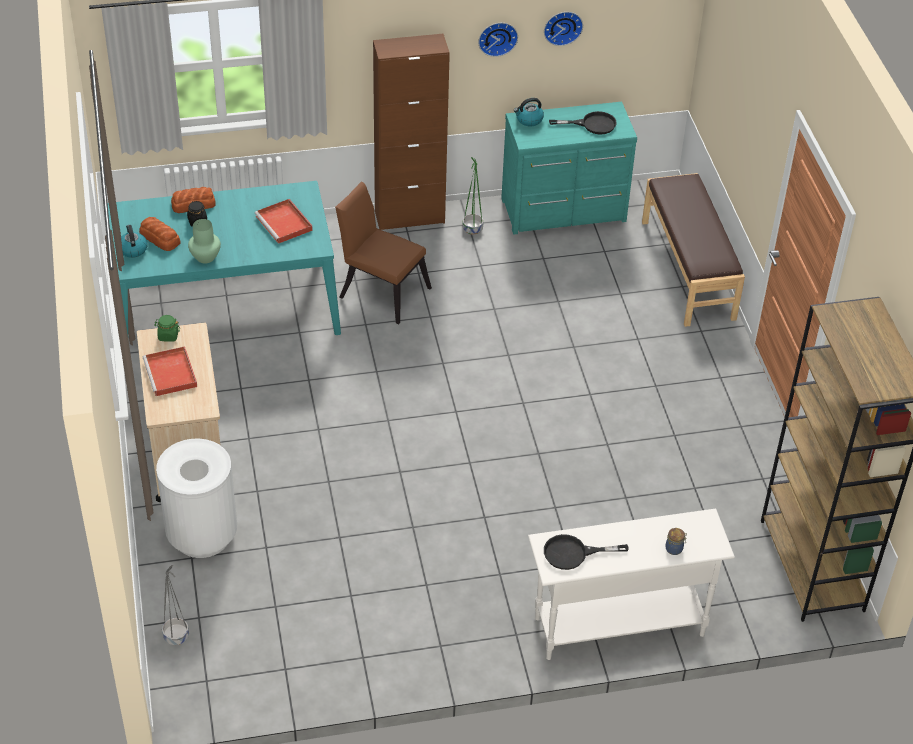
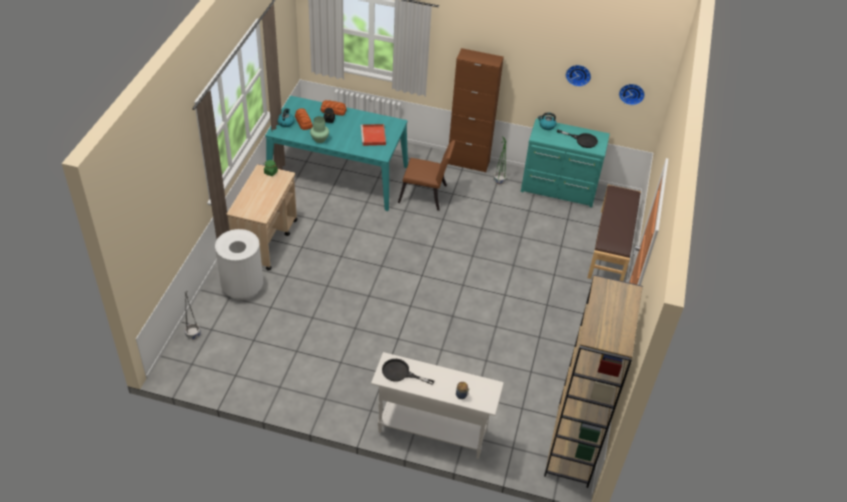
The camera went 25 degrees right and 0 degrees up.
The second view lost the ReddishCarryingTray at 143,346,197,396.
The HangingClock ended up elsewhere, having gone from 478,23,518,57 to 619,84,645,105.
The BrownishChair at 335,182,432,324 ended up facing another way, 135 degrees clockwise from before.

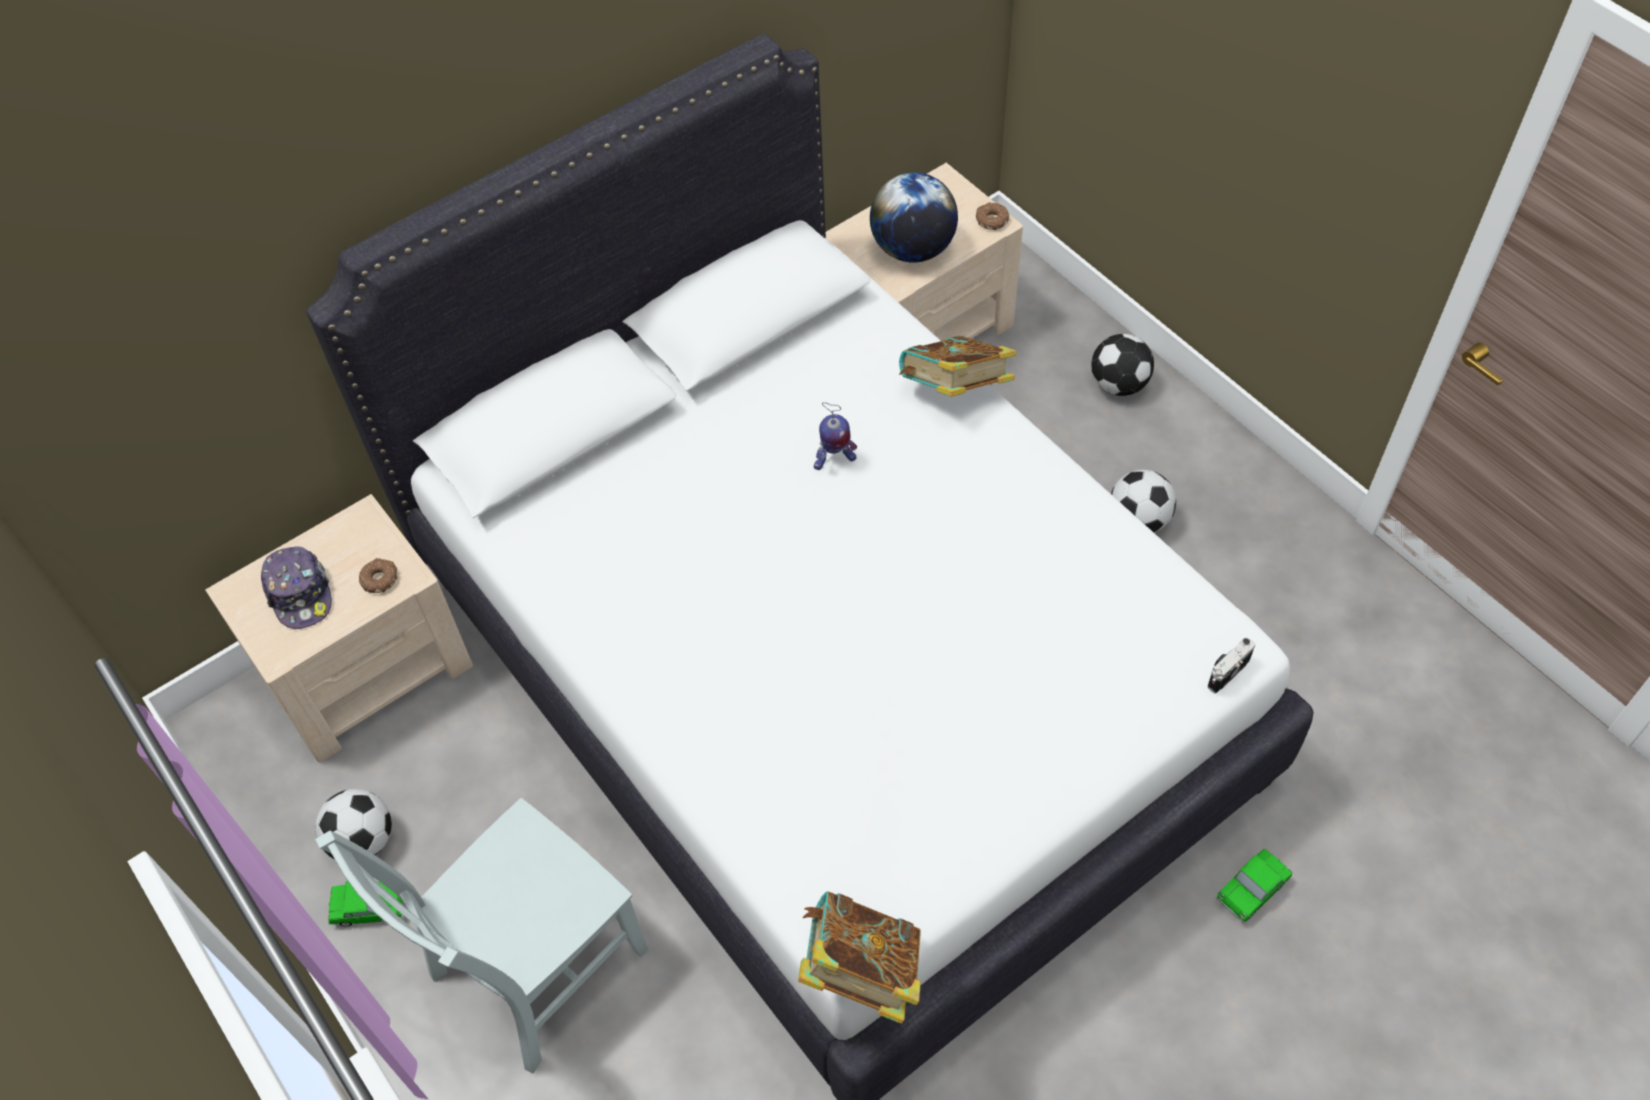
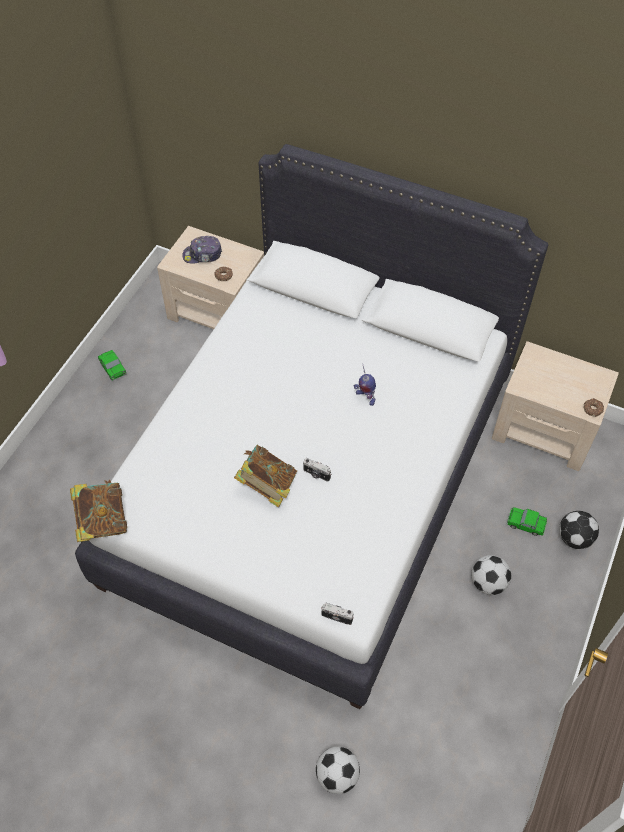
The camera went 60 degrees right and 0 degrees up.
The second view lost the GreyChair at 315,798,648,1074.
The second view lost the WorldGlobe at 870,172,958,263.
The second view gained the StillCamera at 303,458,331,482.
The FootballBall ended up elsewhere, having gone from 315,789,392,859 to 316,747,360,794.
The Volume ended up elsewhere, having gone from 899,336,1017,397 to 234,445,297,507.
The MiniatureCar ended up elsewhere, having gone from 1216,848,1292,923 to 507,507,547,536.
The BaseballCap at 261,546,332,629 ended up facing another way, 45 degrees clockwise from before.

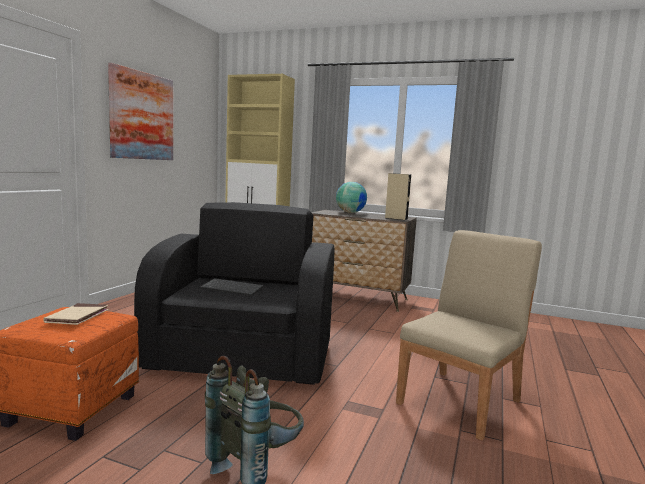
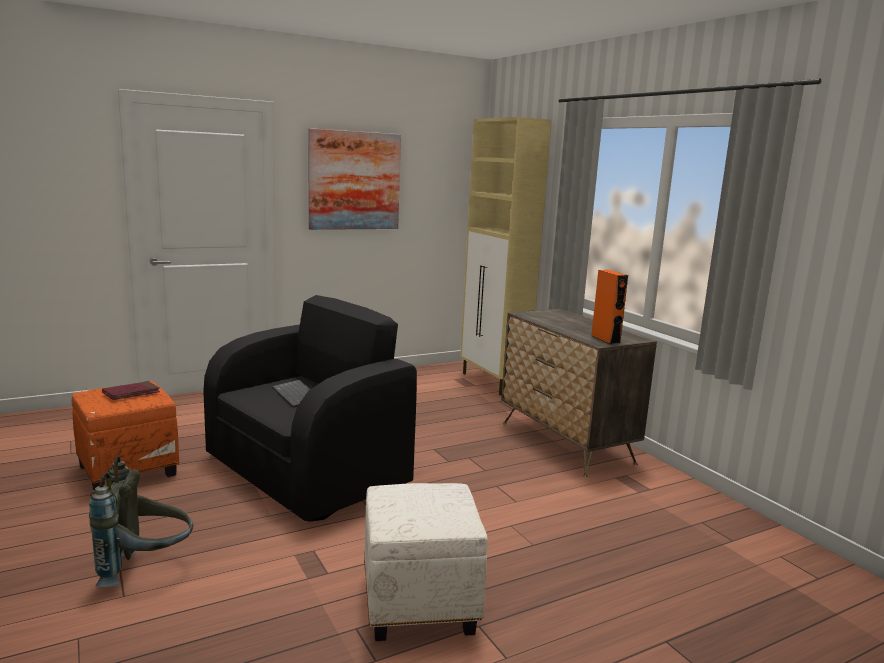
The camera went 40 degrees right and 5 degrees up.
The second view lost the WorldGlobe at 336,182,367,213.
Where the BeigeColouredChair stood at 396,230,542,441, the WhiteColouredOttoman came to stand at 364,483,488,641.
What was the BeigeColouredVolume at 44,303,109,325 turned into the ReddishVolume at 102,381,160,400.
What was the BeigeColouredAudioSpeaker at 385,173,411,220 turned into the OrangeyAudioSpeaker at 591,270,628,344.

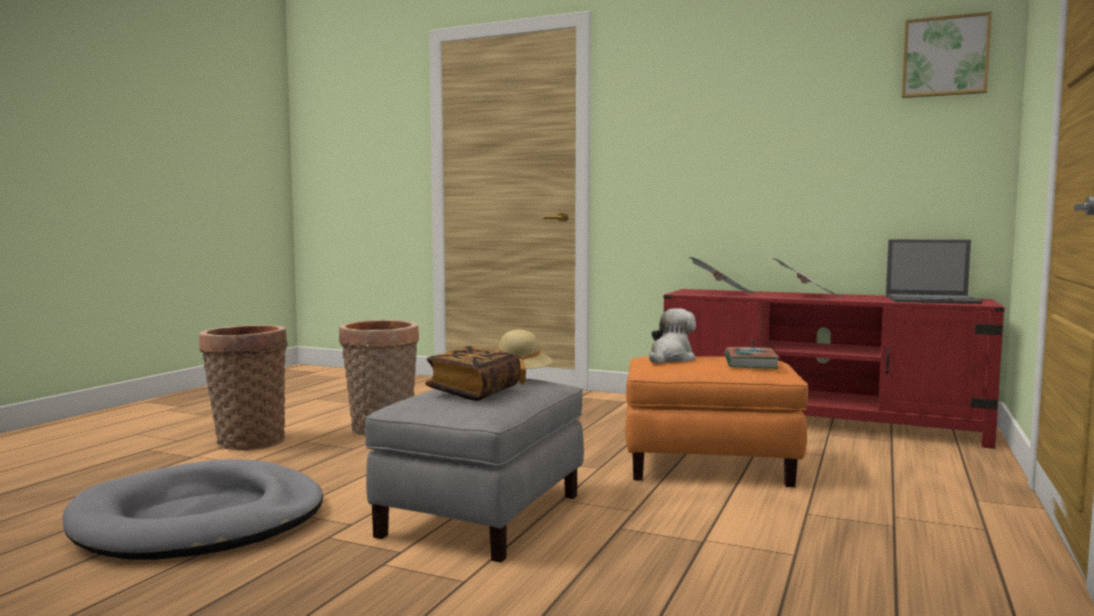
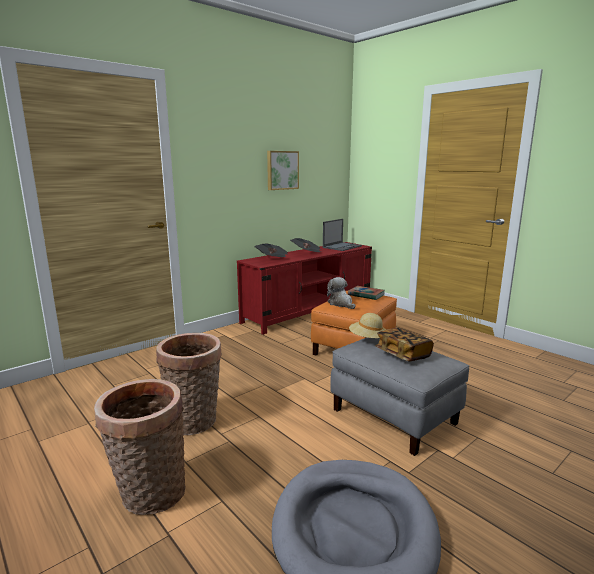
The camera went 65 degrees left and 10 degrees up.
The WallPicture ended up elsewhere, having gone from 902,11,992,98 to 267,151,299,190.

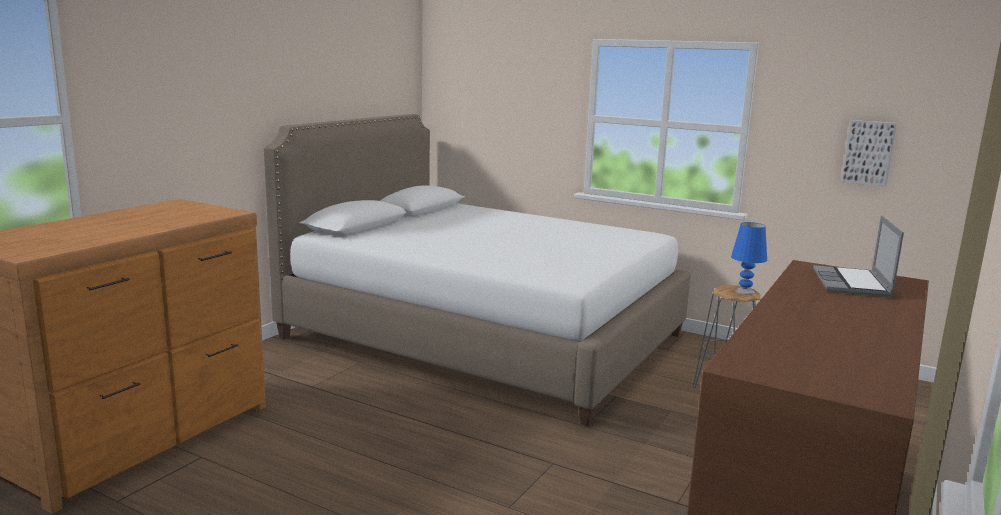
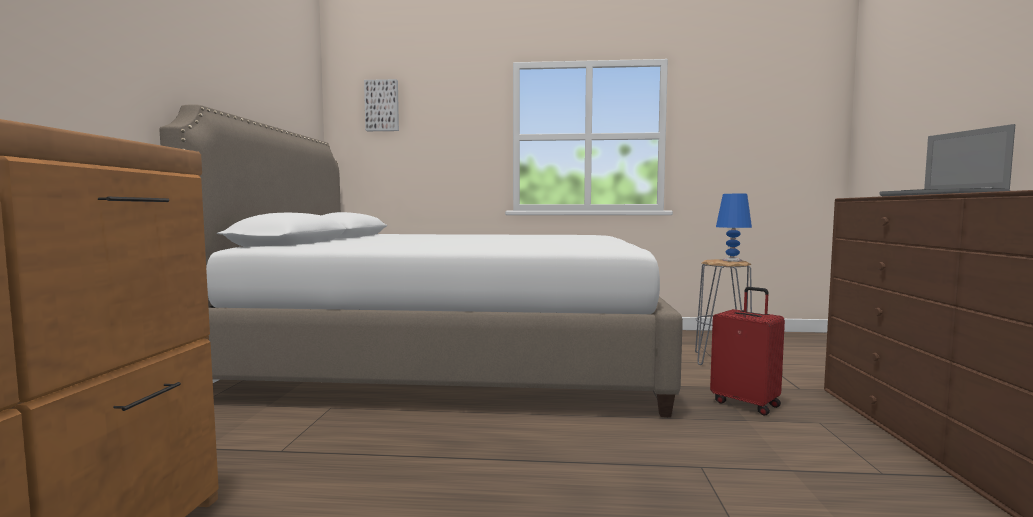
The camera went 25 degrees left and 10 degrees down.
The second view gained the ReddishPieceOfLuggage at 710,287,785,415.
The WallPicture ended up elsewhere, having gone from 842,120,897,187 to 364,79,399,131.

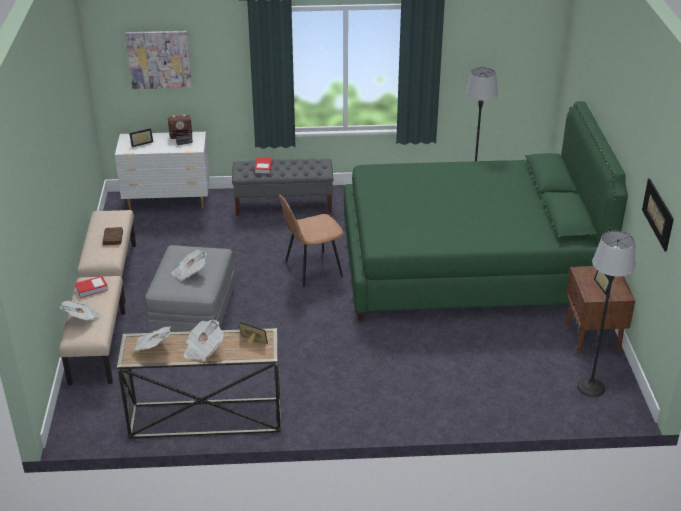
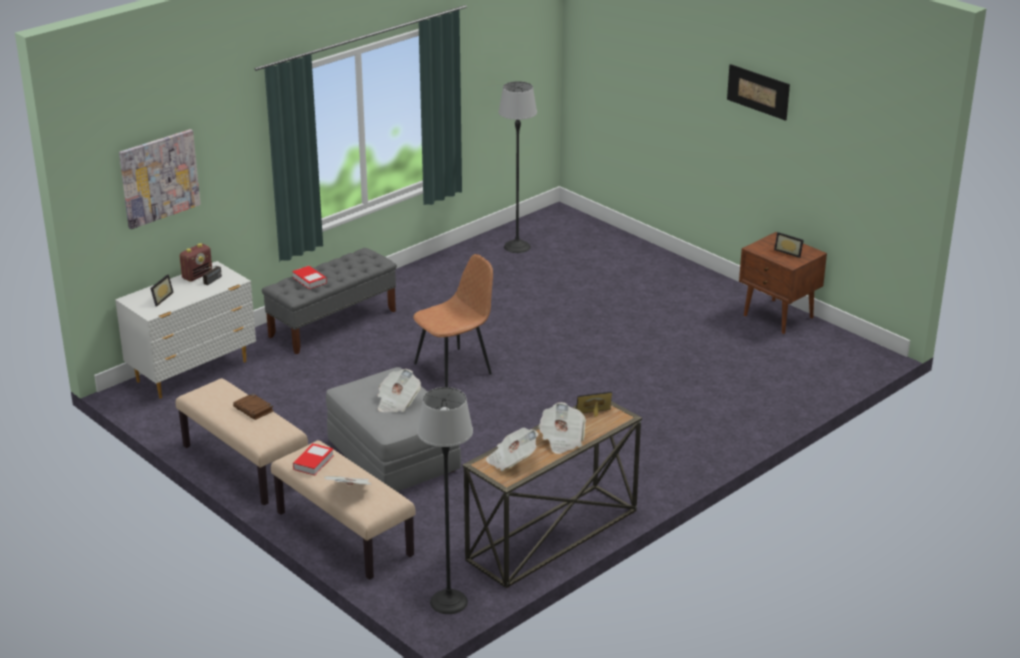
The camera went 40 degrees left and 5 degrees down.
The second view lost the GreenColouredBedroomBed at 344,101,628,321.
The FloorLamp ended up elsewhere, having gone from 577,231,636,397 to 417,387,473,614.
The WallPicture ended up elsewhere, having gone from 642,178,674,252 to 727,64,790,121.
The BrownishChair at 279,194,343,287 ended up facing another way, 150 degrees counterclockwise from before.

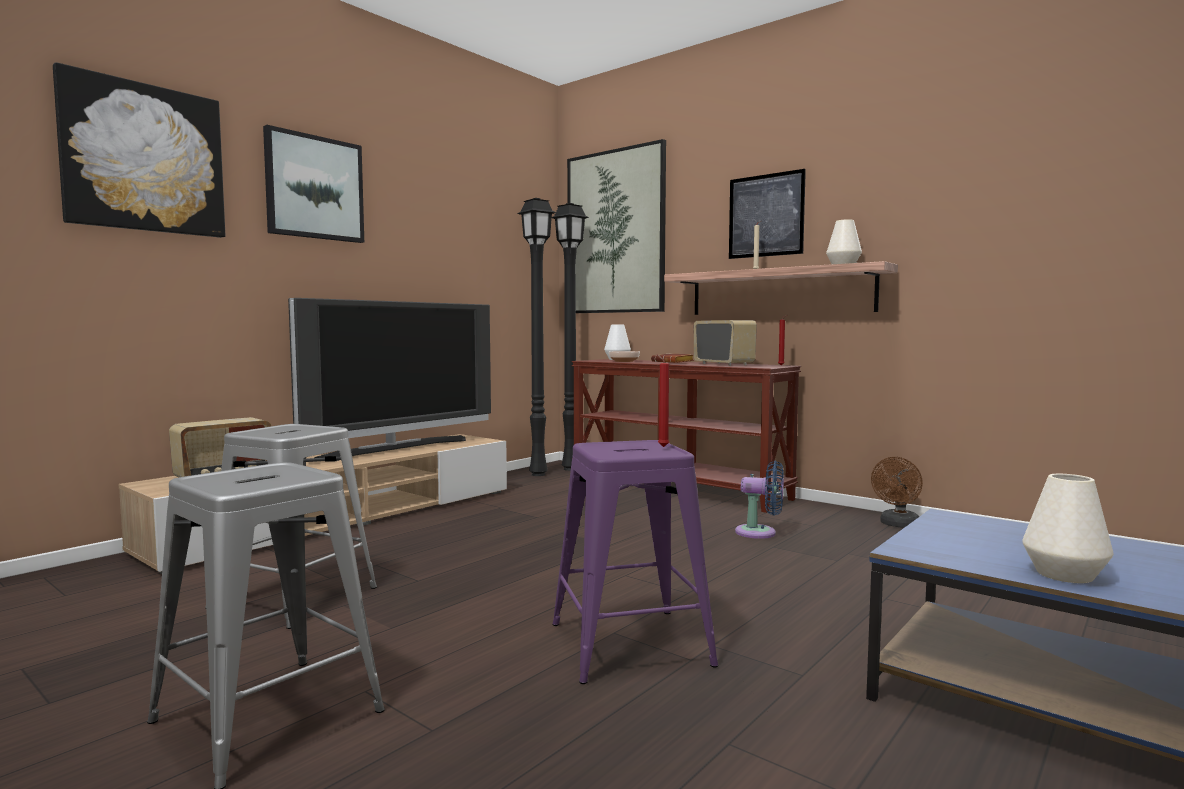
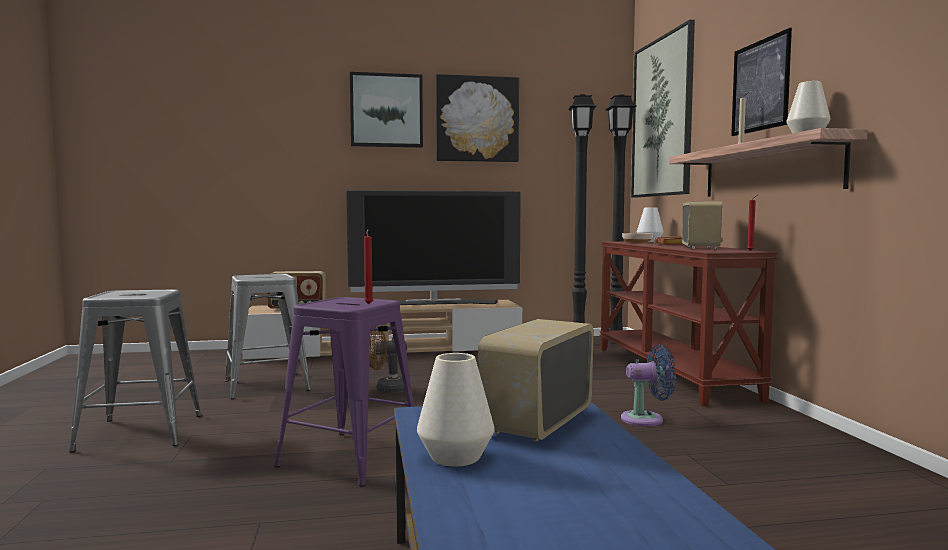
The camera went 40 degrees right and 0 degrees up.
The second view gained the Radio at 478,319,594,441.
The WallPicture ended up elsewhere, having gone from 53,62,225,238 to 436,74,519,162.
The BrownishElectricFan ended up elsewhere, having gone from 871,457,923,528 to 369,326,407,393.
The BlueElectricFan at 735,461,784,539 ended up facing another way, 60 degrees counterclockwise from before.

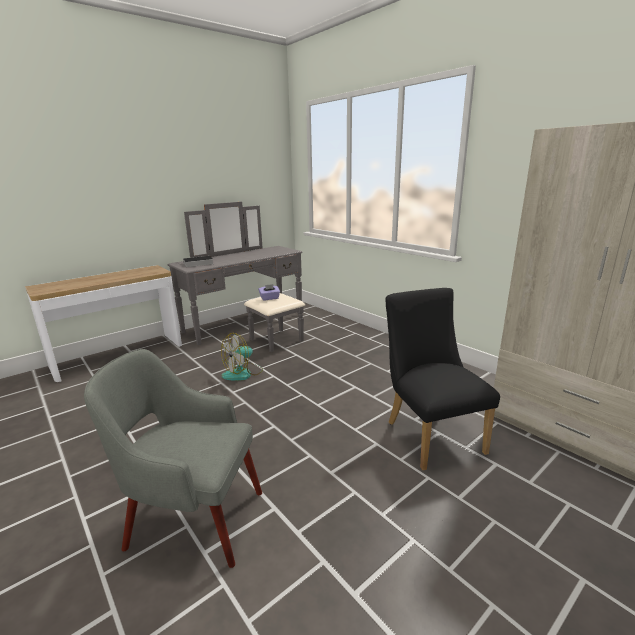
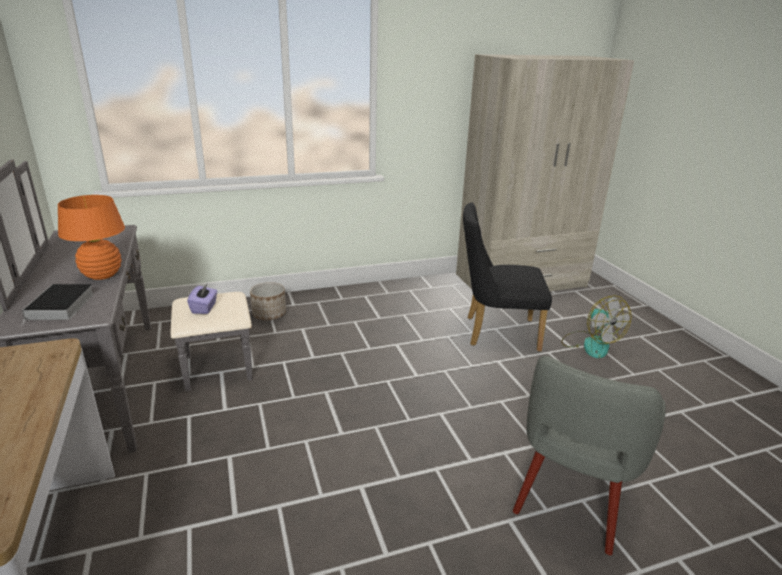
The camera went 70 degrees left and 5 degrees up.
The second view gained the OrangeyTabletopLamp at 58,195,125,280.
The second view gained the FlowerPot at 250,282,286,320.
The ElectricFan ended up elsewhere, having gone from 221,333,263,381 to 561,295,631,358.

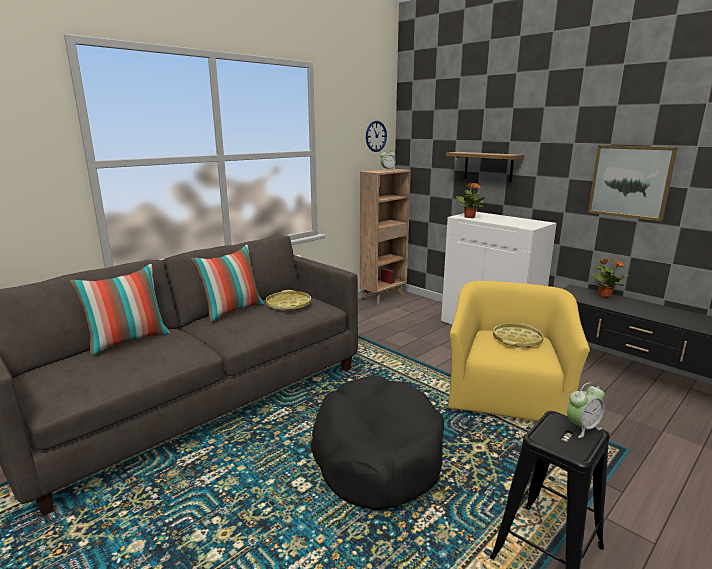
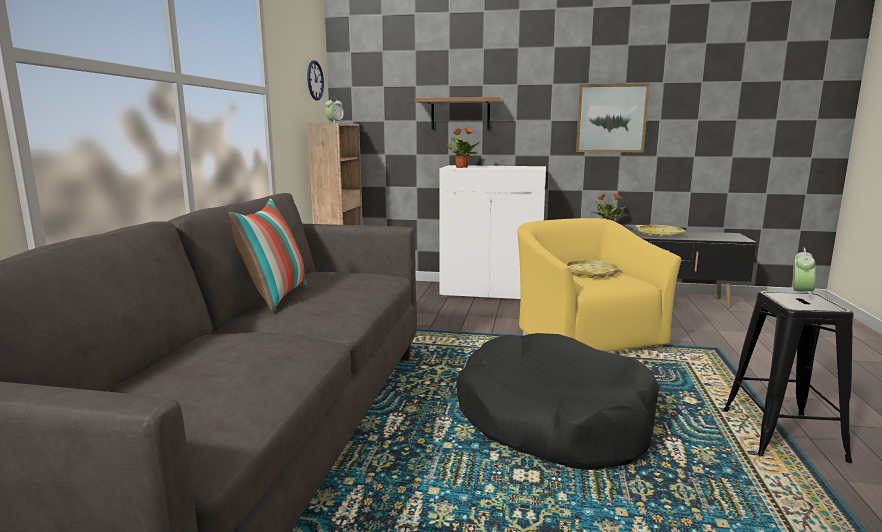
The camera went 35 degrees left and 5 degrees down.
The second view lost the Cushion at 69,264,170,356.
The YellowColouredCarryingTray ended up elsewhere, having gone from 266,290,311,311 to 636,225,686,237.

